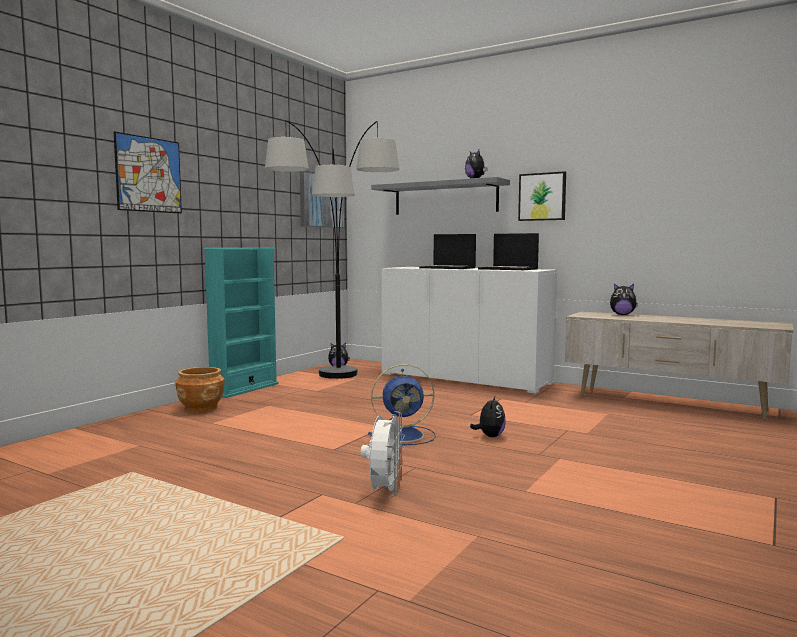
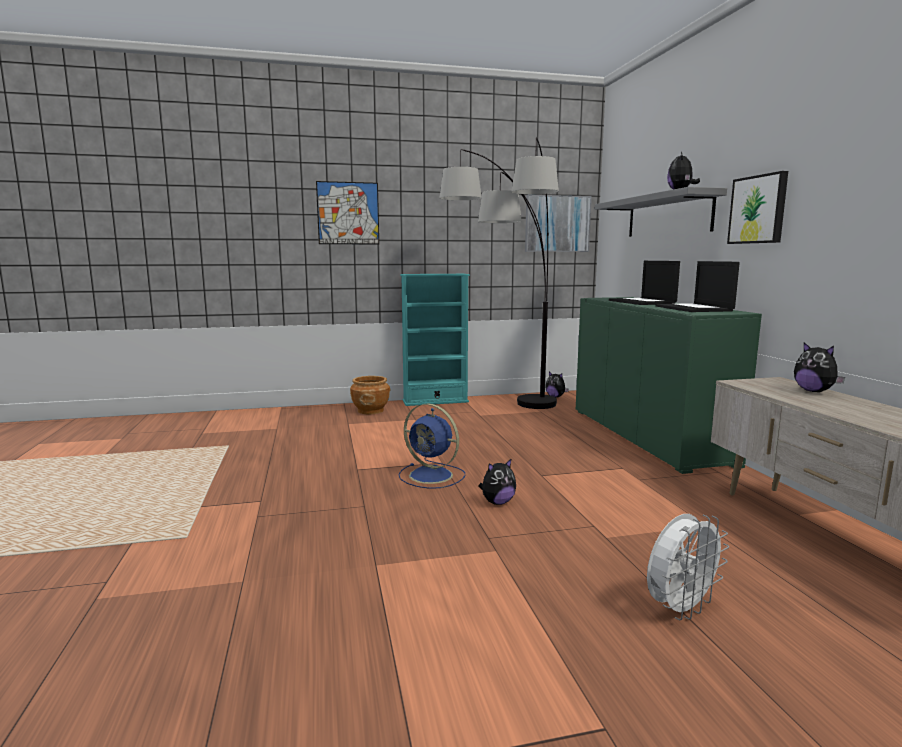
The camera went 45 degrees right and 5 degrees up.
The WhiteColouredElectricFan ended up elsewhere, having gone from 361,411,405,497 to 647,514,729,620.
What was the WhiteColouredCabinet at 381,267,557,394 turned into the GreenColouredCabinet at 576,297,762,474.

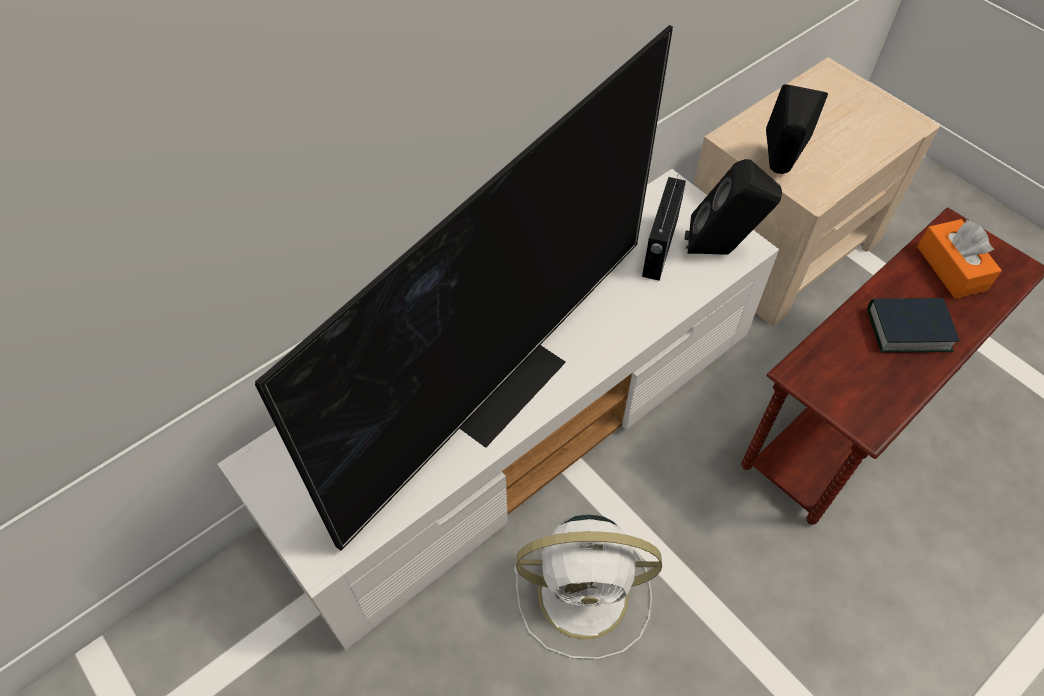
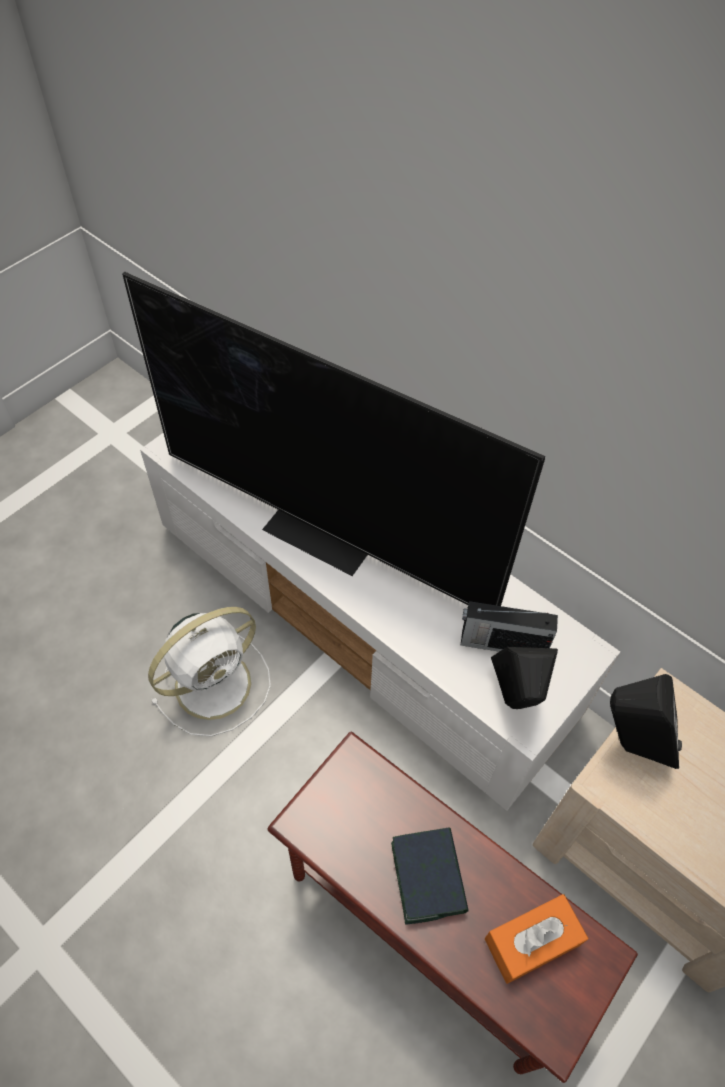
The camera went 80 degrees right and 0 degrees up.
The WhiteColouredElectricFan at 514,514,662,659 ended up facing another way, 120 degrees counterclockwise from before.

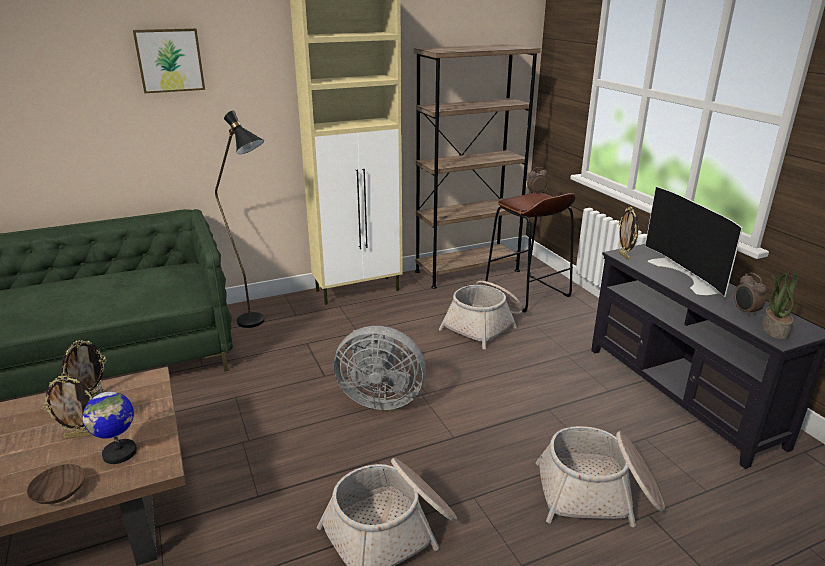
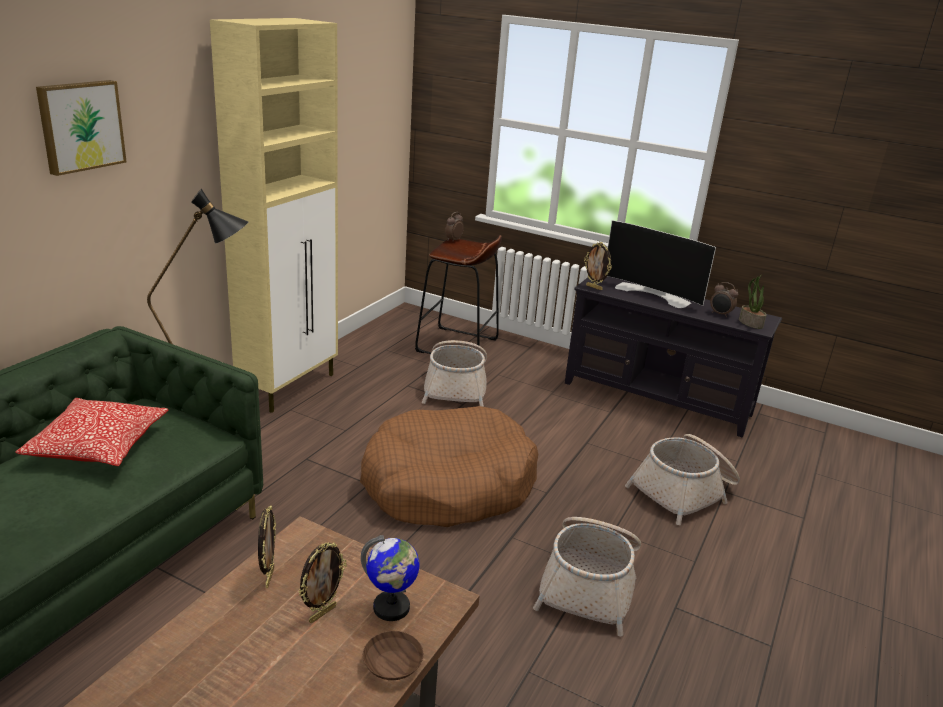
The camera went 40 degrees left and 0 degrees up.
The second view lost the BrownishShelvingUnit at 414,44,541,289.
The second view gained the Cushion at 15,398,168,466.
Where the GreyElectricFan stood at 334,326,426,410, the BrownishDogCushion came to stand at 360,406,538,527.

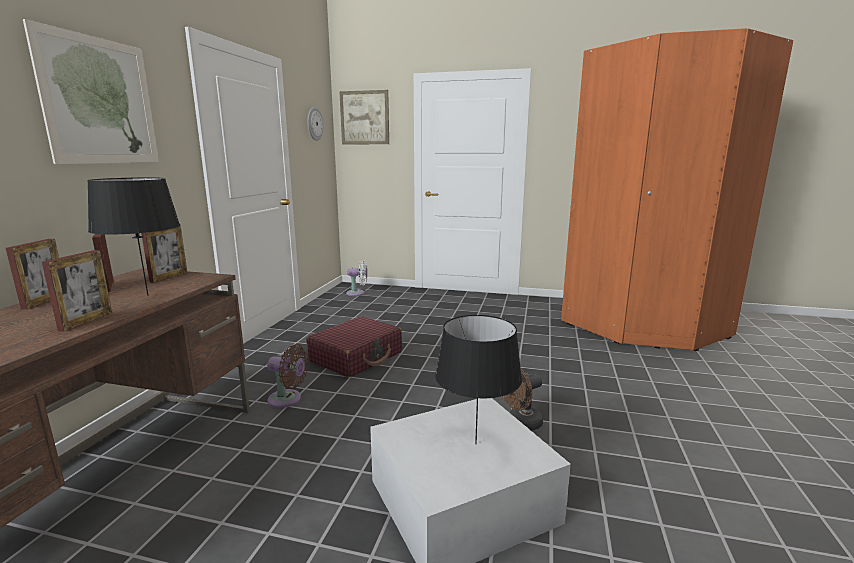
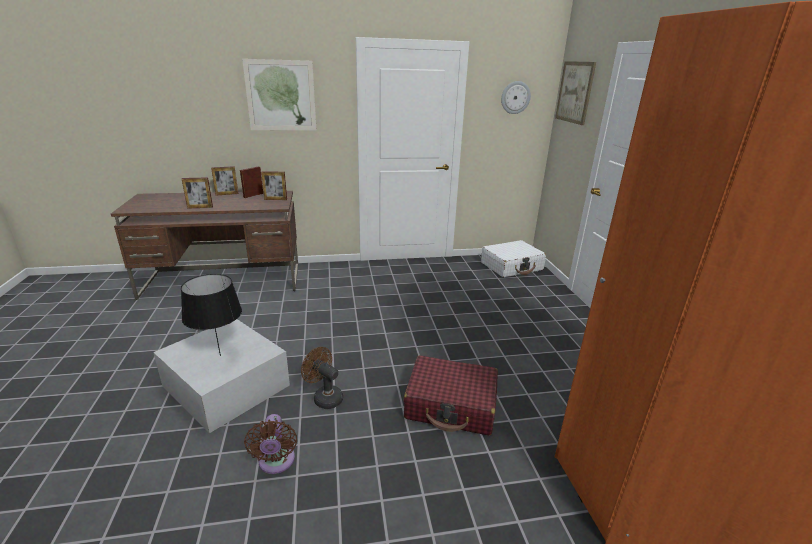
The camera went 65 degrees right and 10 degrees up.
The second view lost the BlackTabletopLamp at 87,177,180,296.
The BrownishElectricFan ended up elsewhere, having gone from 267,344,309,408 to 244,414,297,474.
The ReddishPieceOfLuggage ended up elsewhere, having gone from 307,316,402,378 to 403,355,498,435.
Where the WhiteColouredElectricFan stood at 346,260,368,296, the WhiteColouredPieceOfLuggage came to stand at 481,240,546,277.

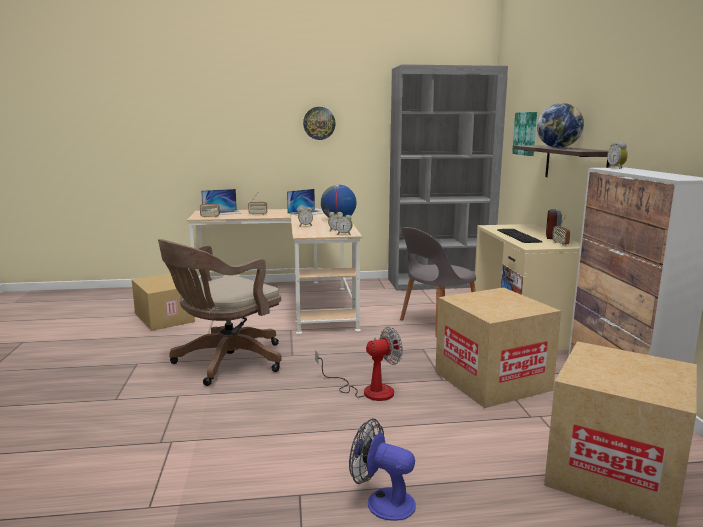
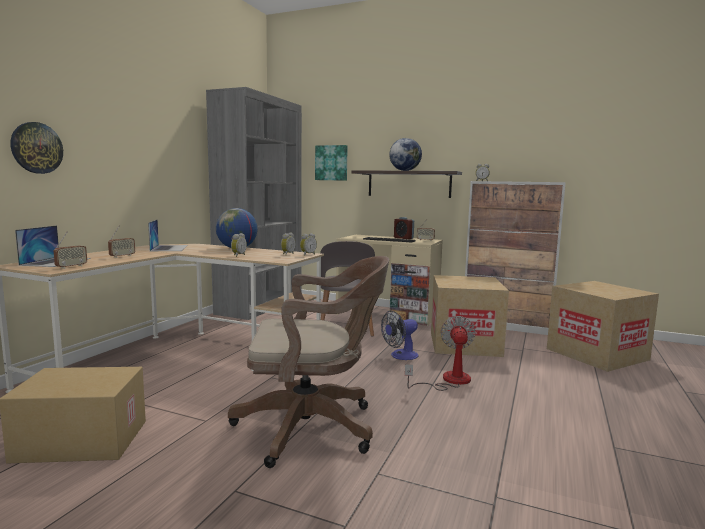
The camera went 60 degrees left and 5 degrees down.
The HangingClock ended up elsewhere, having gone from 303,107,336,140 to 10,122,63,174.
The ElectricFan ended up elsewhere, having gone from 349,418,416,521 to 381,311,418,360.
The BrownishDeskChair at 158,239,282,386 ended up facing another way, 75 degrees counterclockwise from before.

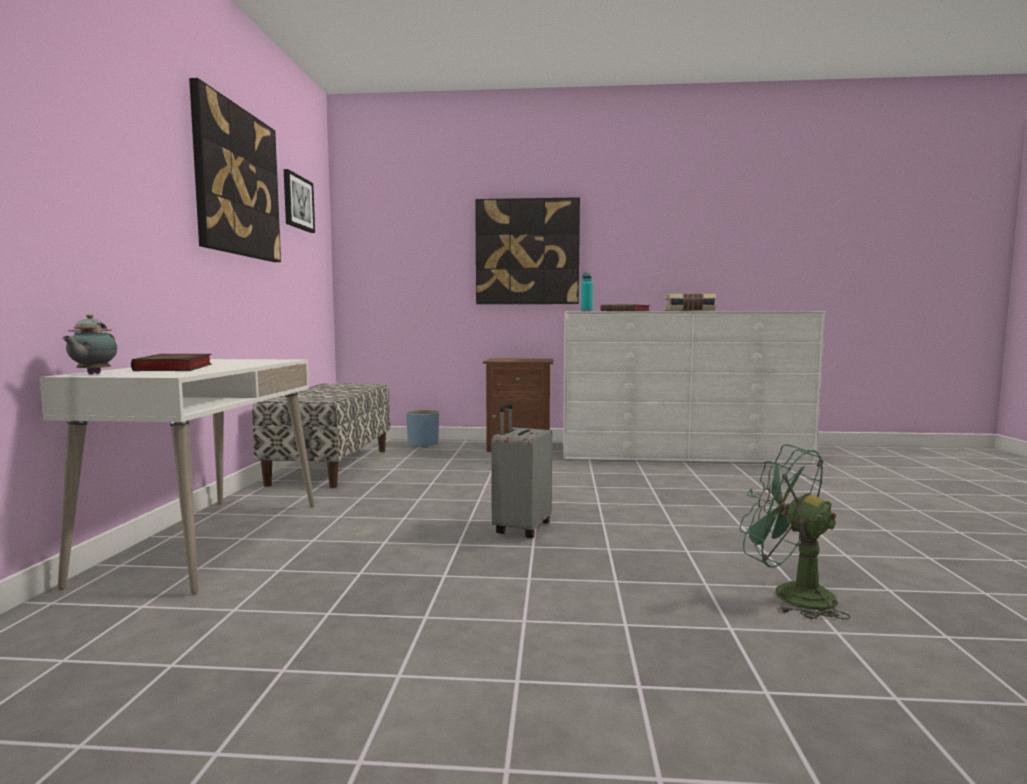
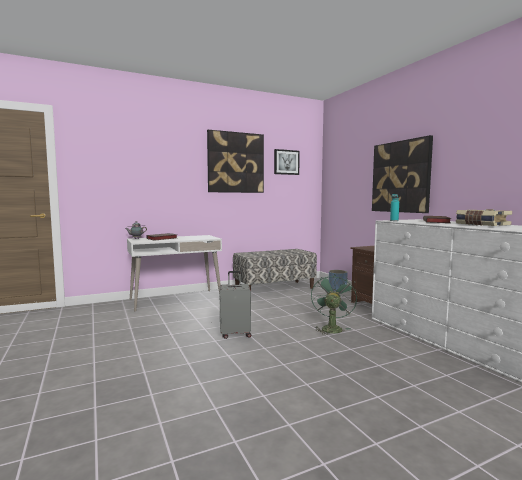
The camera went 60 degrees right and 0 degrees up.
The GreenColouredElectricFan ended up elsewhere, having gone from 739,444,851,619 to 311,274,357,335.

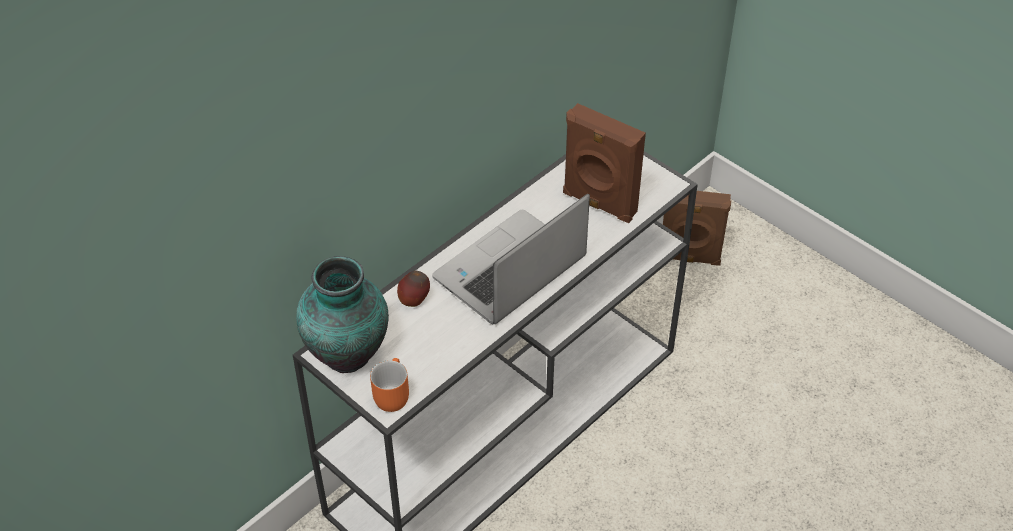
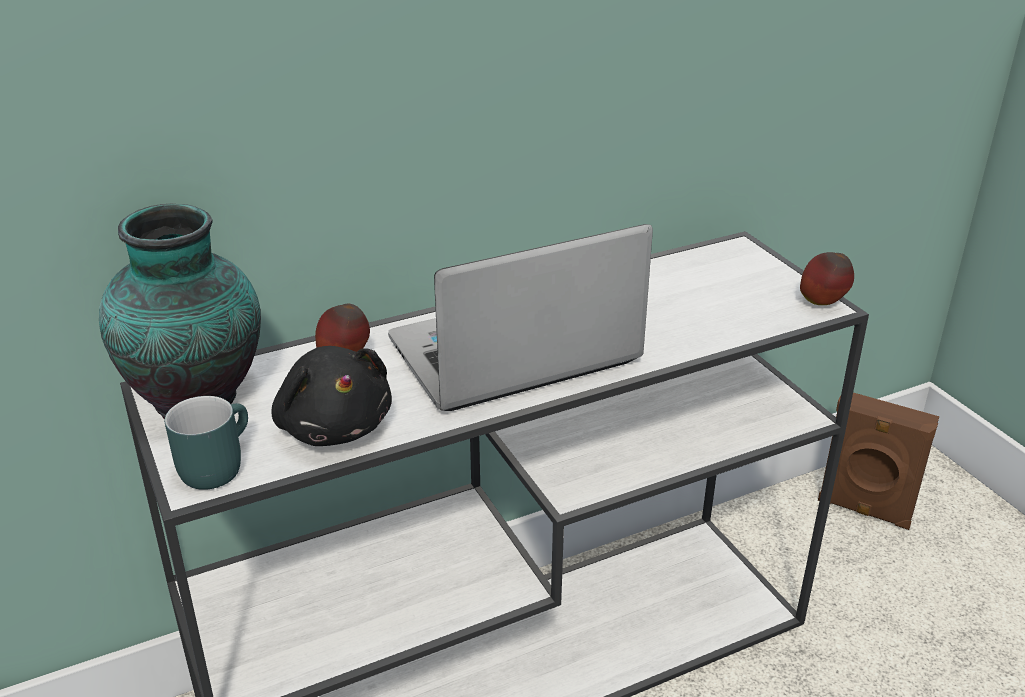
The camera went 20 degrees right and 15 degrees down.
The second view lost the BrownishAudioSpeaker at 563,103,646,223.
The second view gained the BlackSoftToy at 271,346,392,446.
The second view gained the Apple at 800,252,854,305.
What was the OrangeyTeaMug at 370,358,409,412 turned into the BlueGreenTeaMug at 164,396,248,490.

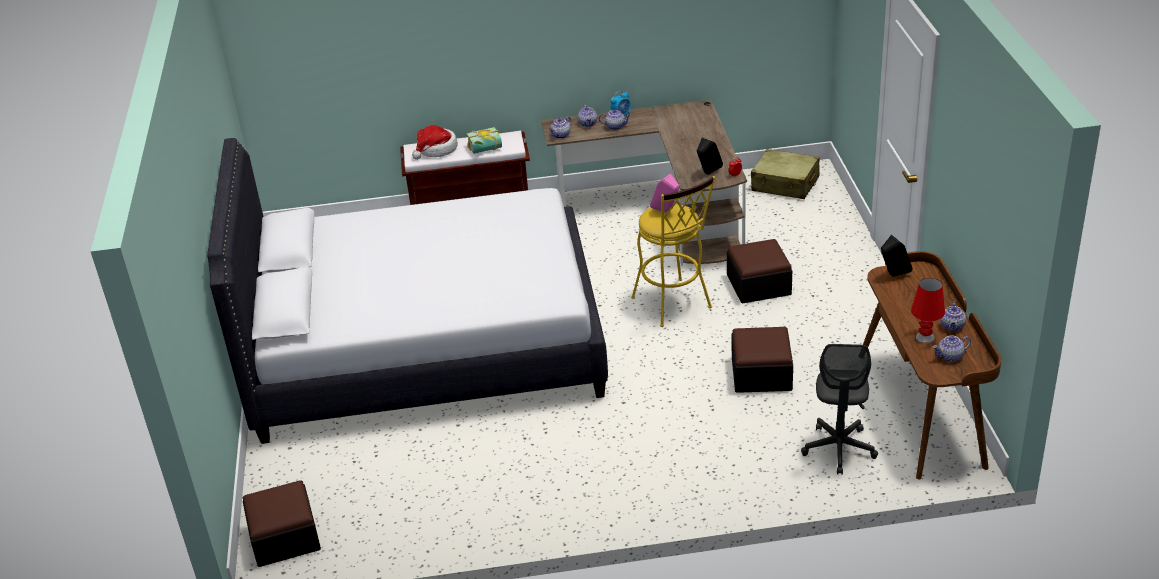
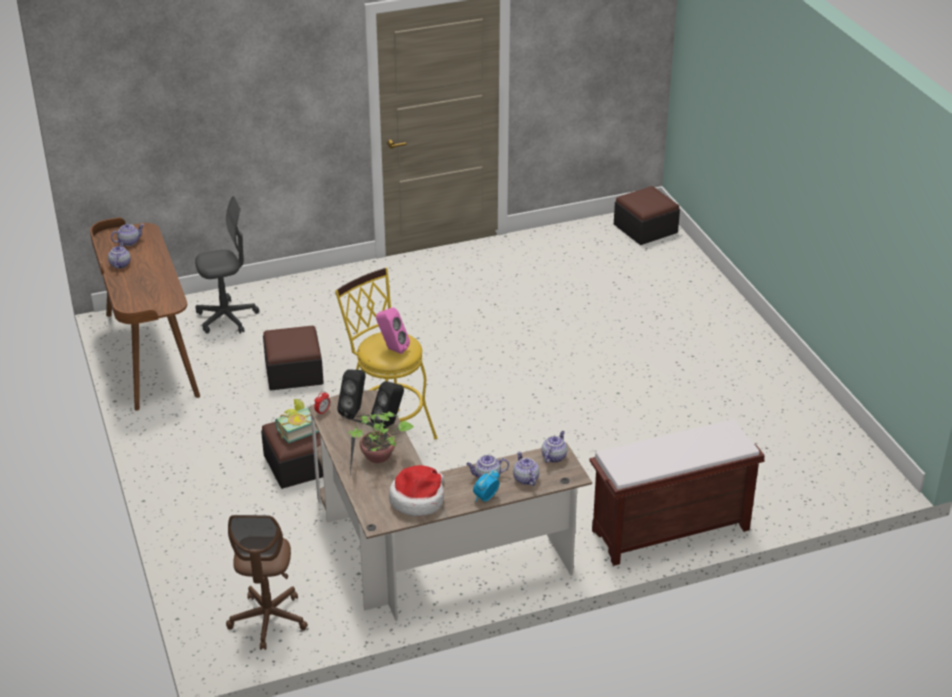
The camera went 165 degrees right and 0 degrees up.
The second view lost the WhiteColouredBedroomBed at 207,138,608,444.
The second view lost the ReddishTabletopLamp at 911,278,945,344.
The second view gained the Houseplant at 340,412,414,474.
The ClothingHat ended up elsewhere, having gone from 412,125,458,160 to 389,465,444,516.
The Volume ended up elsewhere, having gone from 467,127,502,154 to 275,399,319,443.
The BlackAudioSpeaker ended up elsewhere, having gone from 881,235,913,277 to 370,381,404,429.
Where the BeigeColouredPieceOfLuggage stood at 751,149,820,199, the BrownishDeskChair came to stand at 226,515,308,650.
The GreyDeskChair at 801,344,878,475 ended up facing another way, 75 degrees clockwise from before.

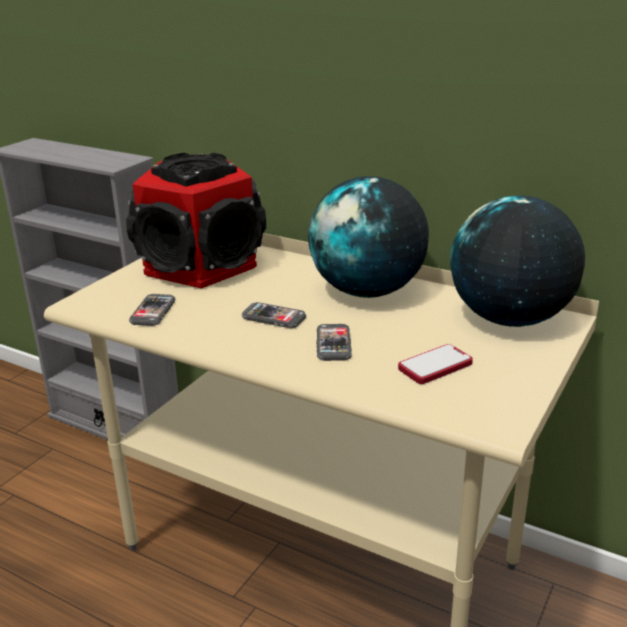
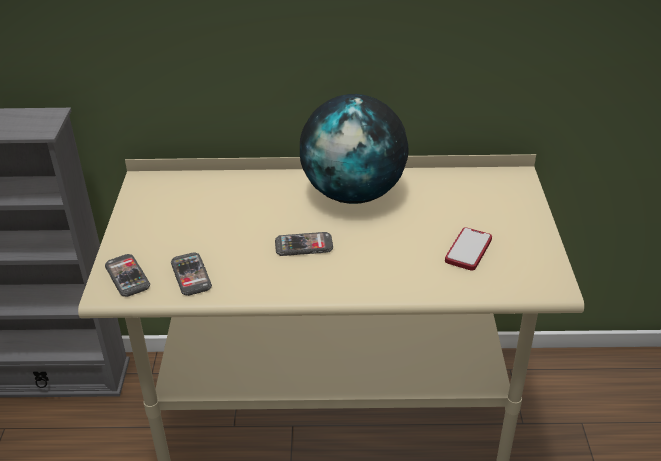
The camera went 30 degrees left and 10 degrees up.
The second view lost the AudioSpeaker at 126,153,266,289.
The second view lost the WorldGlobe at 450,196,585,327.
The Handset ended up elsewhere, having gone from 317,324,352,361 to 105,254,150,297.

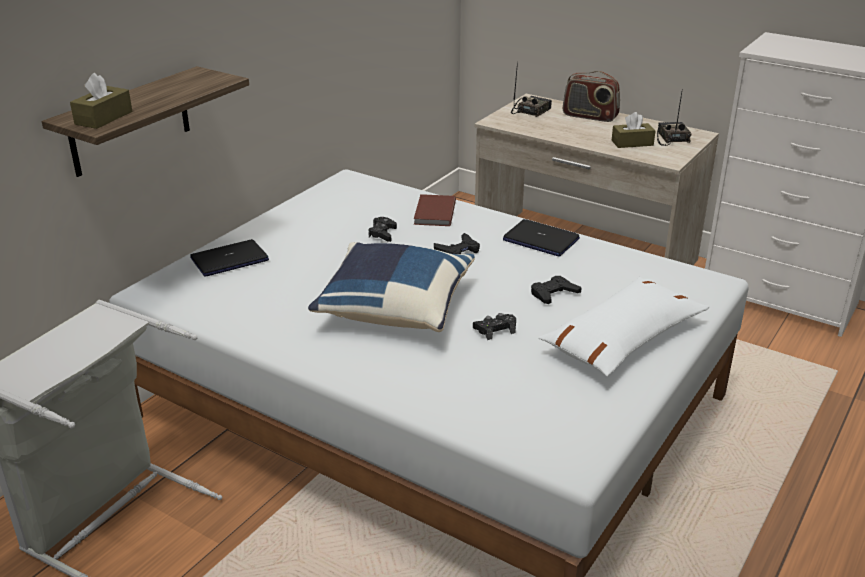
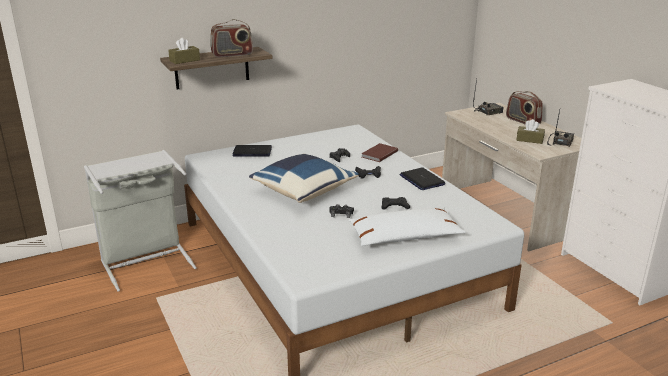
The camera went 30 degrees right and 5 degrees down.
The second view gained the Radio at 210,19,253,57.

